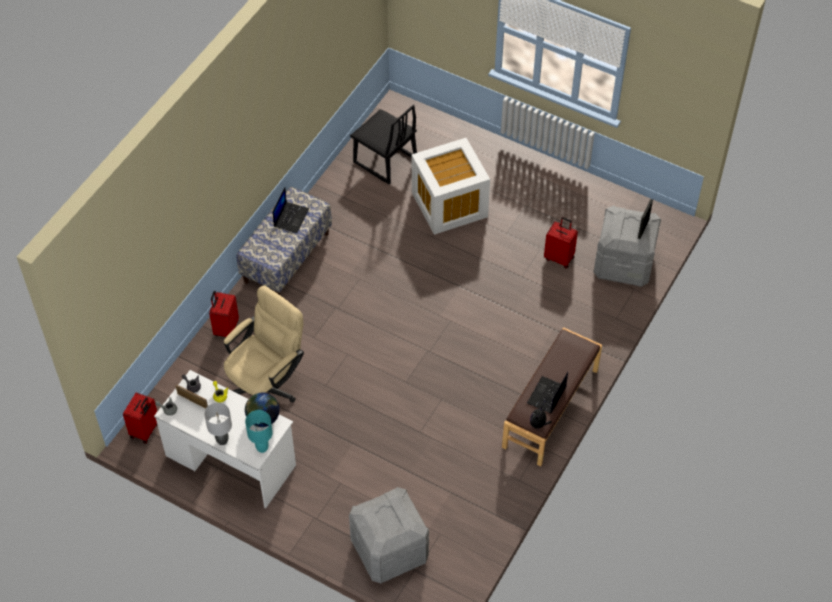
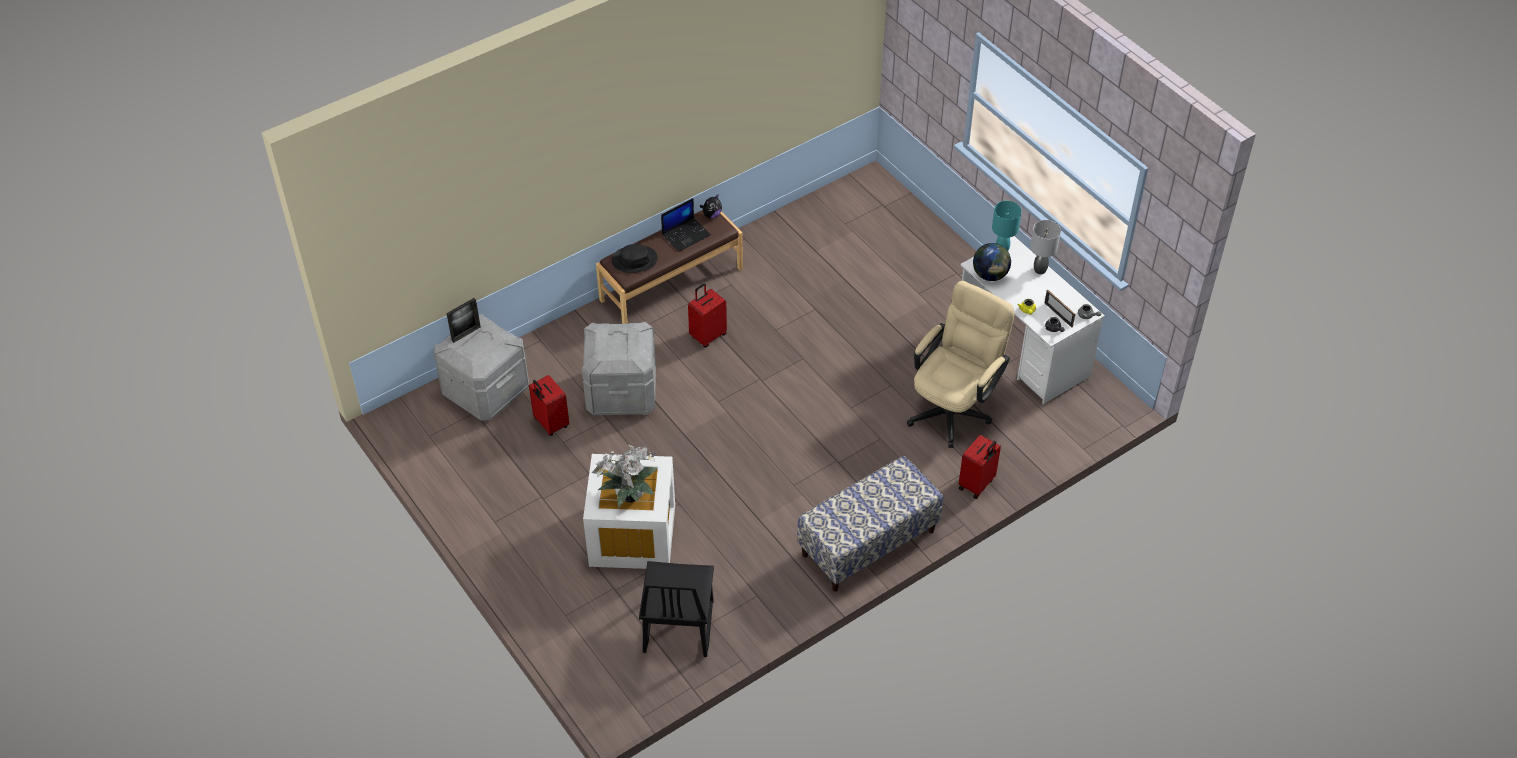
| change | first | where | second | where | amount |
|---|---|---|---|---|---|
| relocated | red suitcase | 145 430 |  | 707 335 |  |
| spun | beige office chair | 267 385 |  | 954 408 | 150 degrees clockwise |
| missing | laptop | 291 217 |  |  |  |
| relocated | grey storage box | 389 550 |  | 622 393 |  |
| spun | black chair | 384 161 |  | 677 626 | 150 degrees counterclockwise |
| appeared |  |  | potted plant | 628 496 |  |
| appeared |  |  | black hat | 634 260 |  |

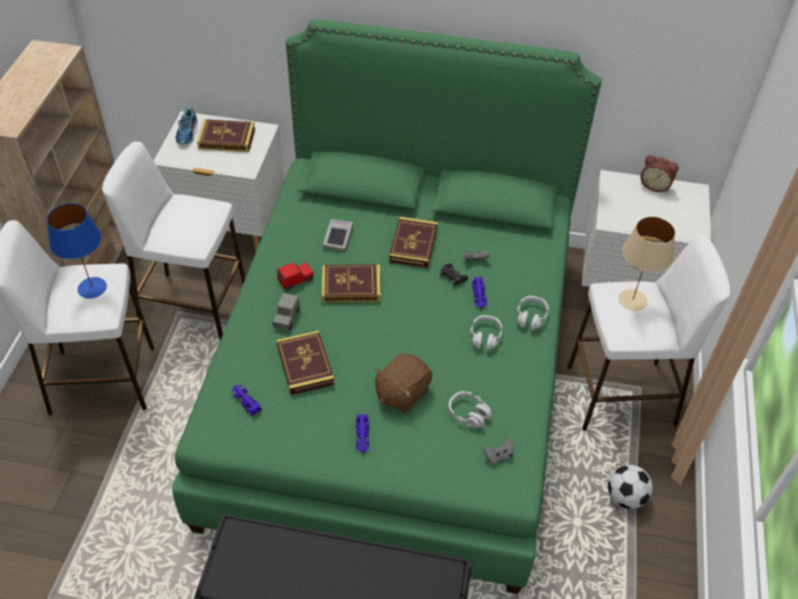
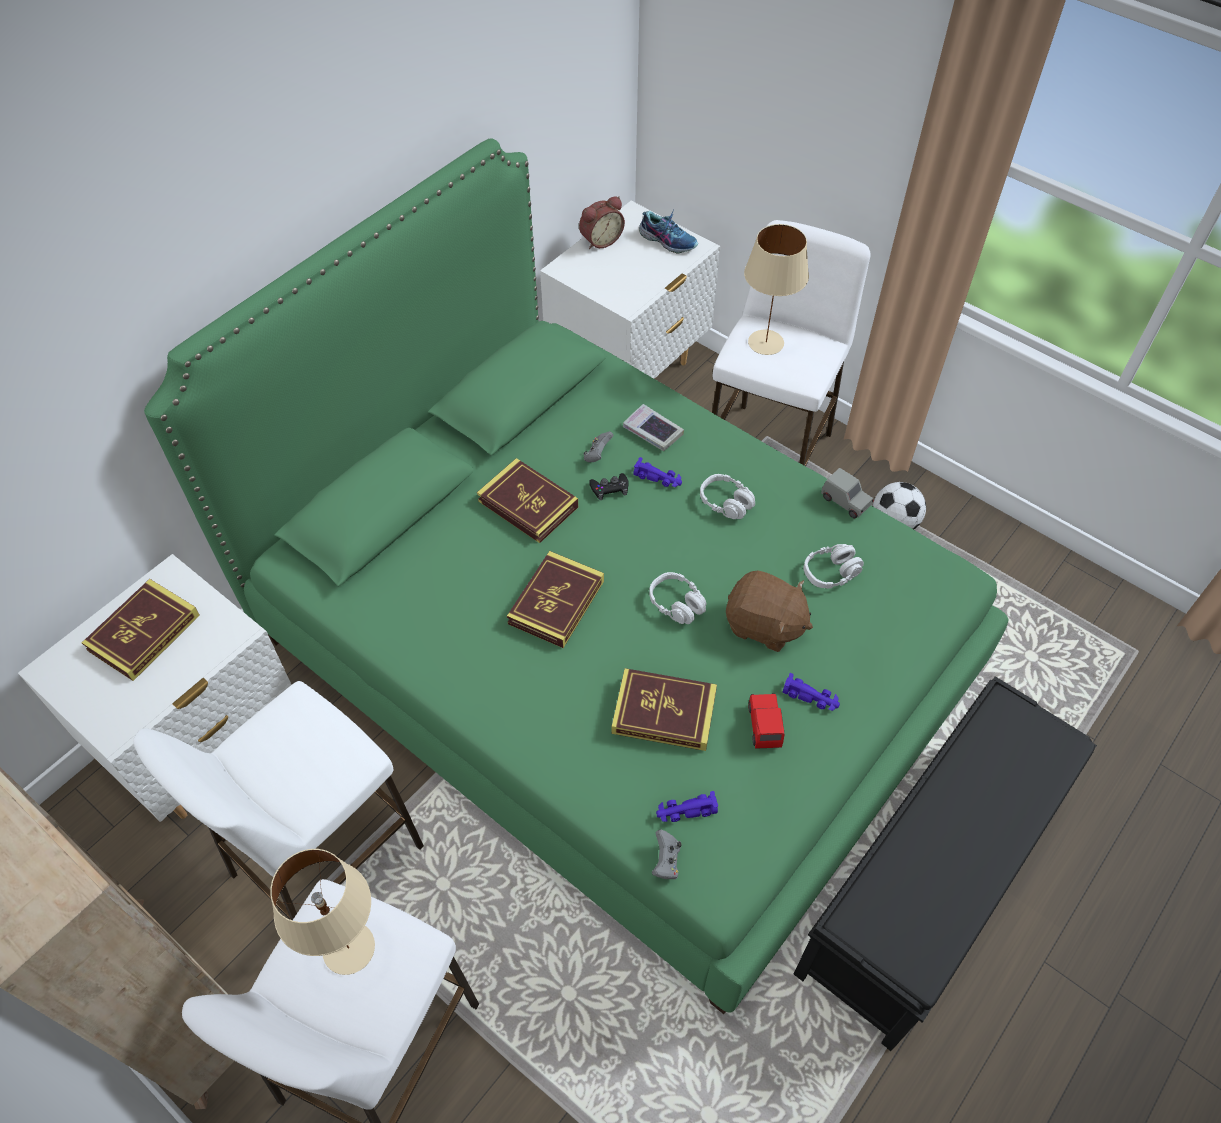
| change | first | where | second | where | amount |
|---|---|---|---|---|---|
| colour | blue table lamp | 92 288 | beige table lamp | 349 947 |  |
| relocated | shoe | 187 132 |  | 668 240 |  |
| relocated | grey toy car | 286 318 |  | 846 502 |  |
| relocated | red toy car | 296 280 |  | 764 725 |  |
| relocated | book | 337 237 |  | 652 431 |  |
| spun | brown plush toy | 402 393 |  | 764 625 | 45 degrees counterclockwise |
| relocated | grey game controller | 498 456 |  | 666 861 |  |
| relocated | grey headphones | 531 317 |  | 676 604 |  |

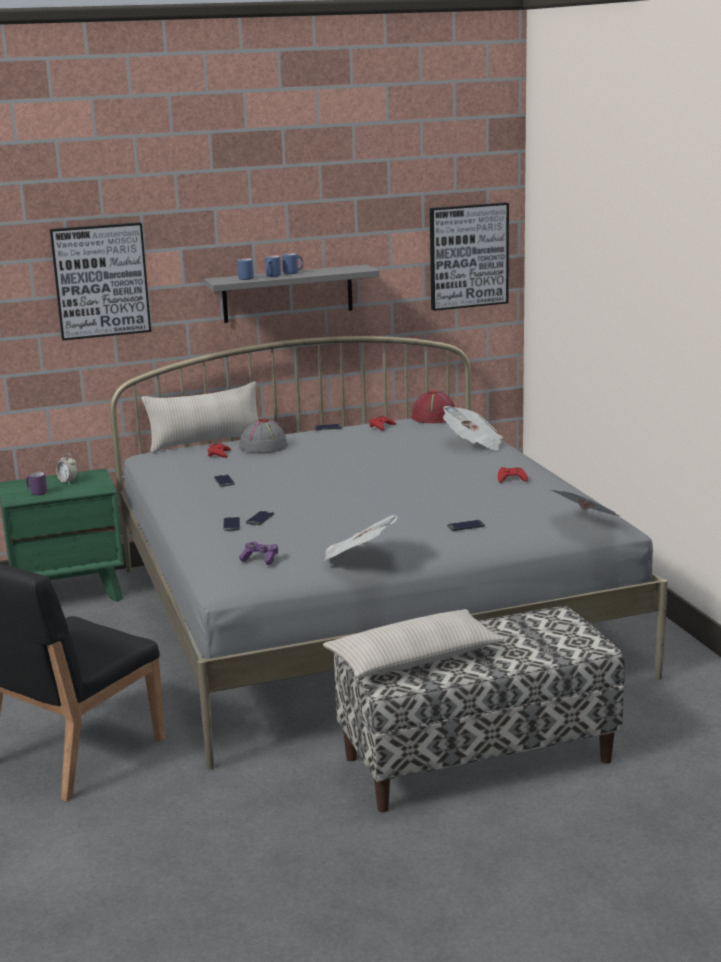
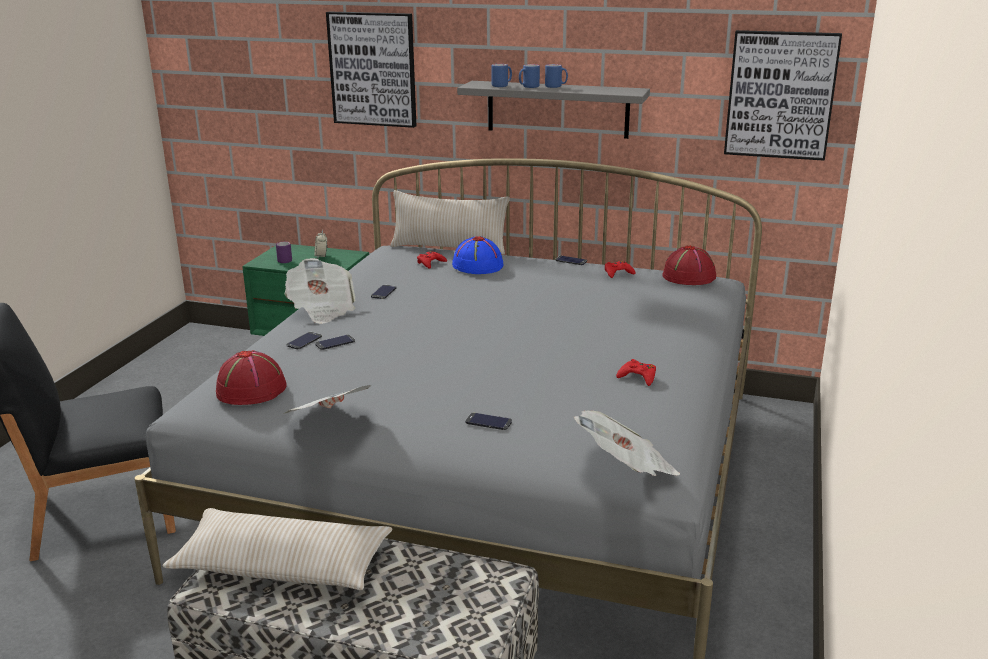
| change | first | where | second | where | amount |
|---|---|---|---|---|---|
| colour | grey hat | 263 446 | blue hat | 477 265 |  |
| exchanged | purple game controller | 260 559 | red hat | 251 389 |  |
| relocated | newspaper | 473 444 |  | 322 309 |  |

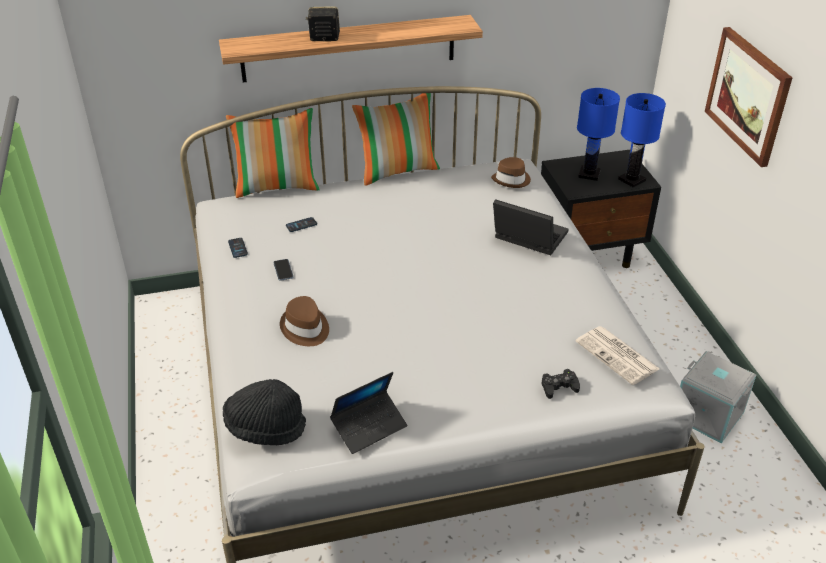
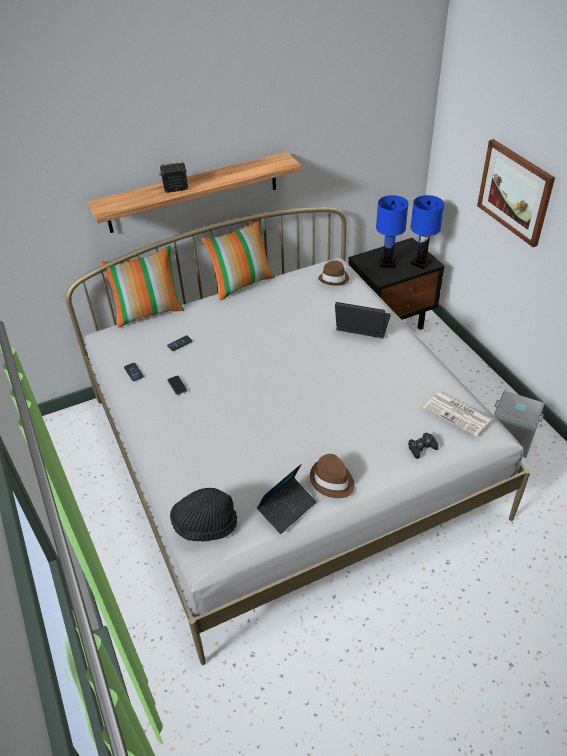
| change | first | where | second | where | amount |
|---|---|---|---|---|---|
| relocated | brown hat | 305 328 |  | 332 480 |  |

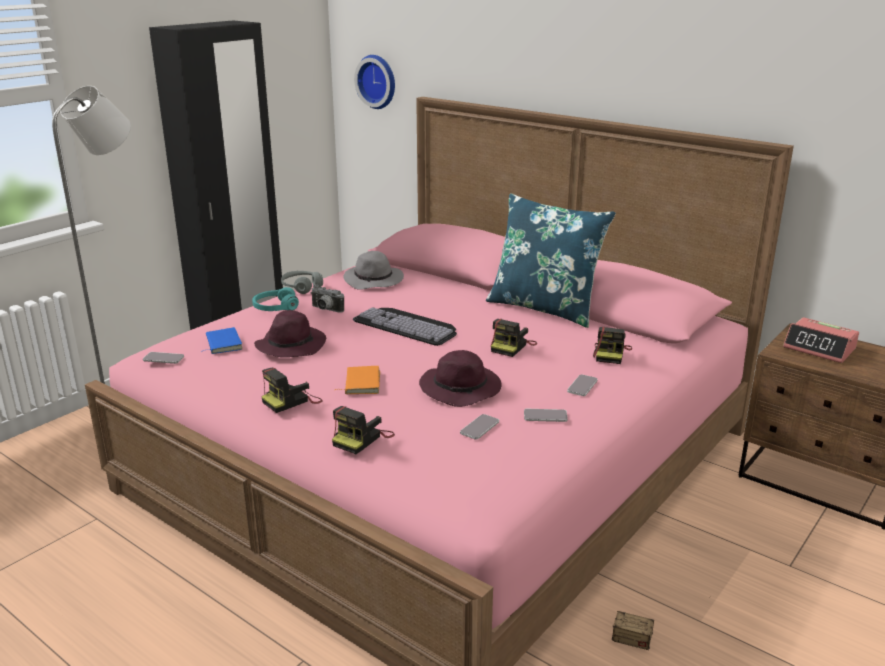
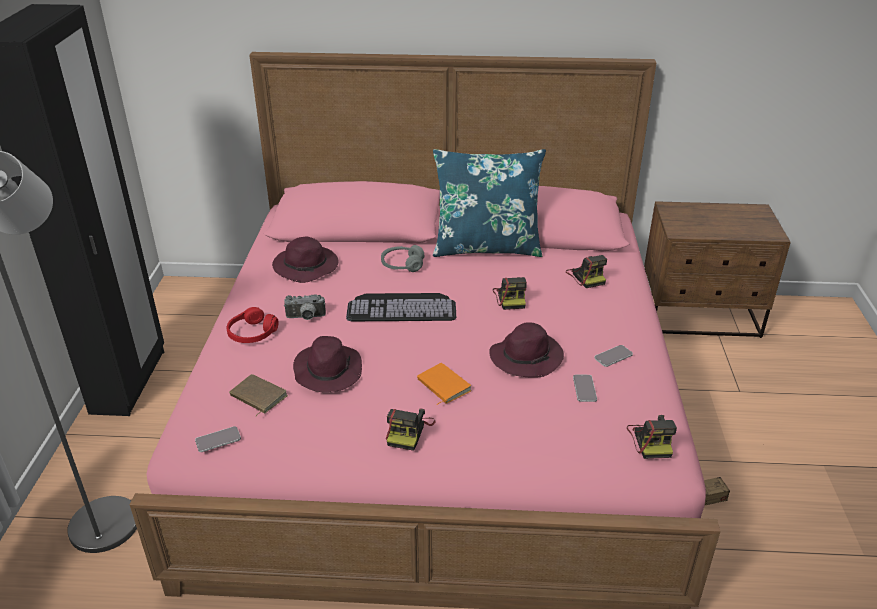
| change | first | where | second | where | amount |
|---|---|---|---|---|---|
| colour | blue book | 222 343 | brown book | 257 397 |  |
| colour | turquoise headphones | 275 307 | red headphones | 252 333 |  |
| relocated | grey headphones | 302 287 |  | 402 265 |  |
| relocated | photo camera | 362 439 |  | 651 440 |  |
| colour | grey hat | 374 281 | purple hat | 307 267 |  |
| missing | wall clock | 378 81 |  |  |  |
| missing | phone | 582 386 |  |  |  |
| missing | alarm clock | 819 348 |  |  |  |

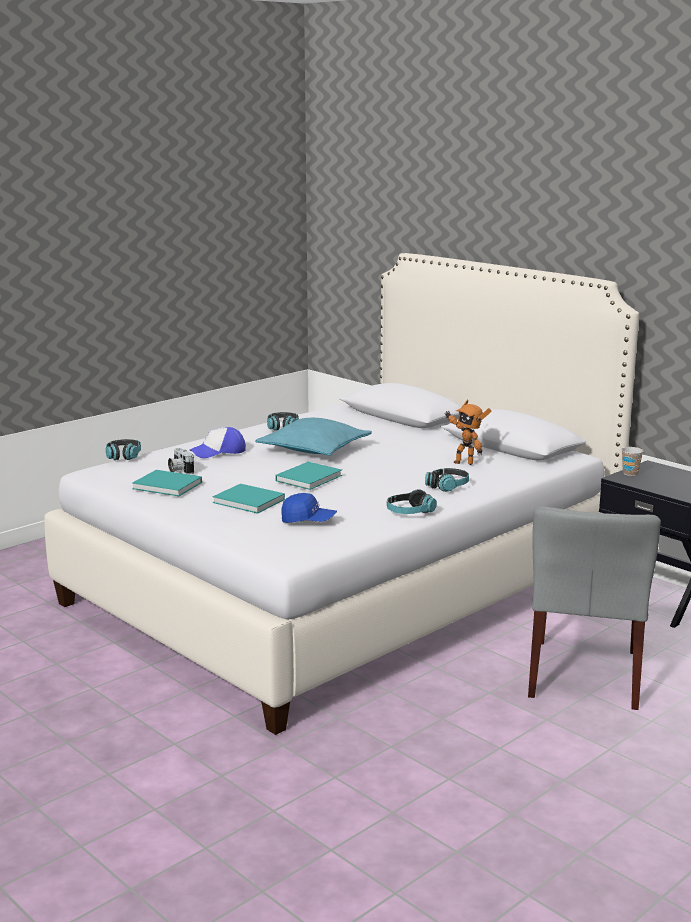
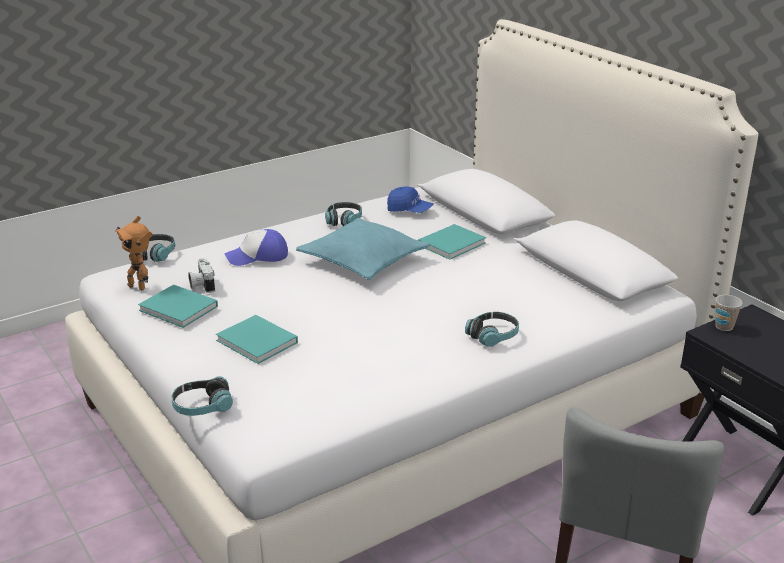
| change | first | where | second | where | amount |
|---|---|---|---|---|---|
| relocated | turquoise book | 310 477 |  | 453 243 |  |
| relocated | blue cap | 308 521 |  | 409 210 |  |
| relocated | headphones | 409 512 |  | 202 406 |  |
| relocated | toy robot | 464 462 |  | 138 286 |  |

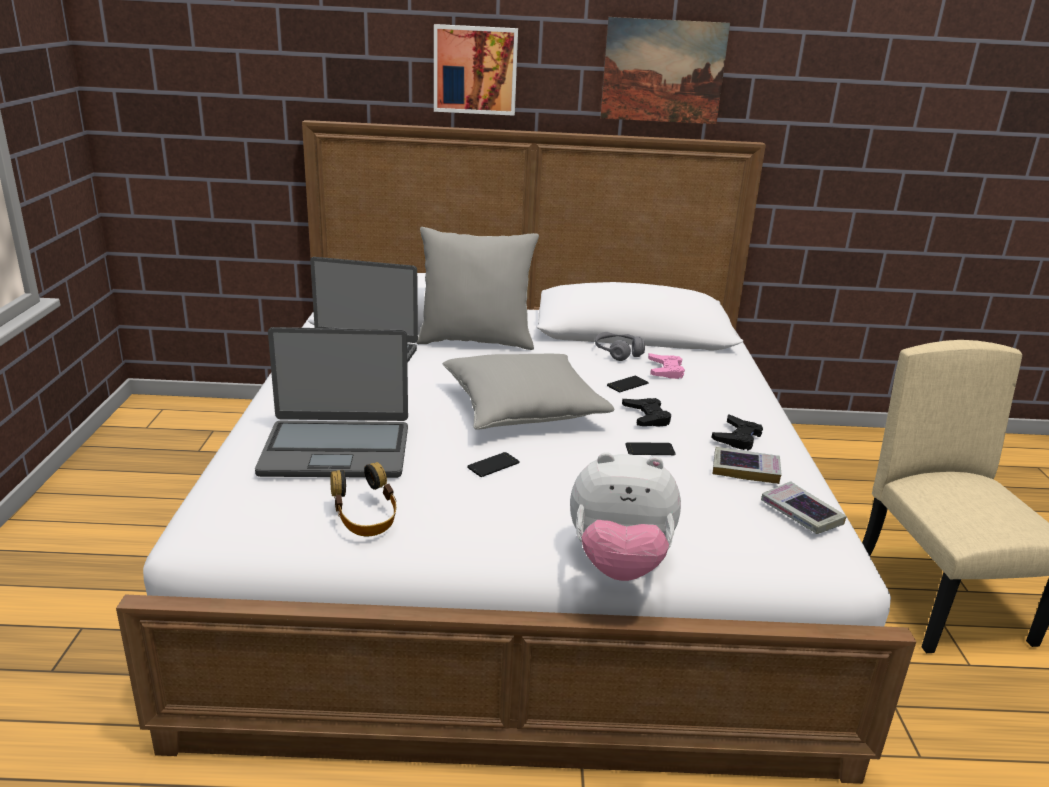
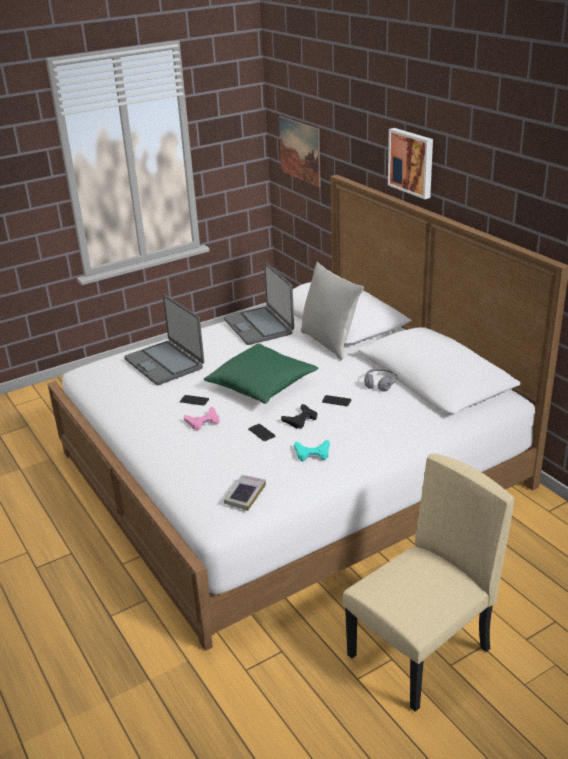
| change | first | where | second | where | amount |
|---|---|---|---|---|---|
| missing | headphones | 365 520 |  |  |  |
| colour | grey pillow | 523 409 | green pillow | 262 385 |  |
| missing | plush toy | 619 564 |  |  |  |
| relocated | picture | 663 71 |  | 300 151 |  |
| relocated | pink game controller | 665 370 |  | 203 421 |  |
| colour | black game controller | 737 438 | turquoise game controller | 312 453 |  |
| missing | book | 745 469 |  |  |  |

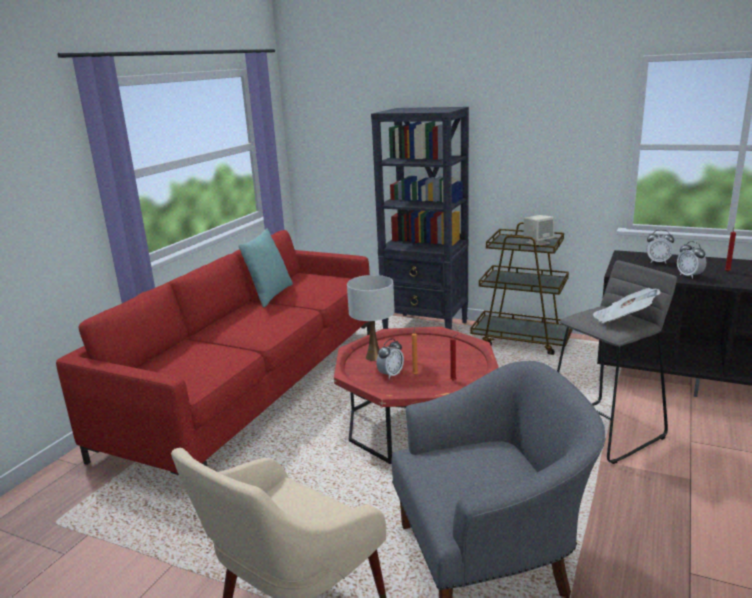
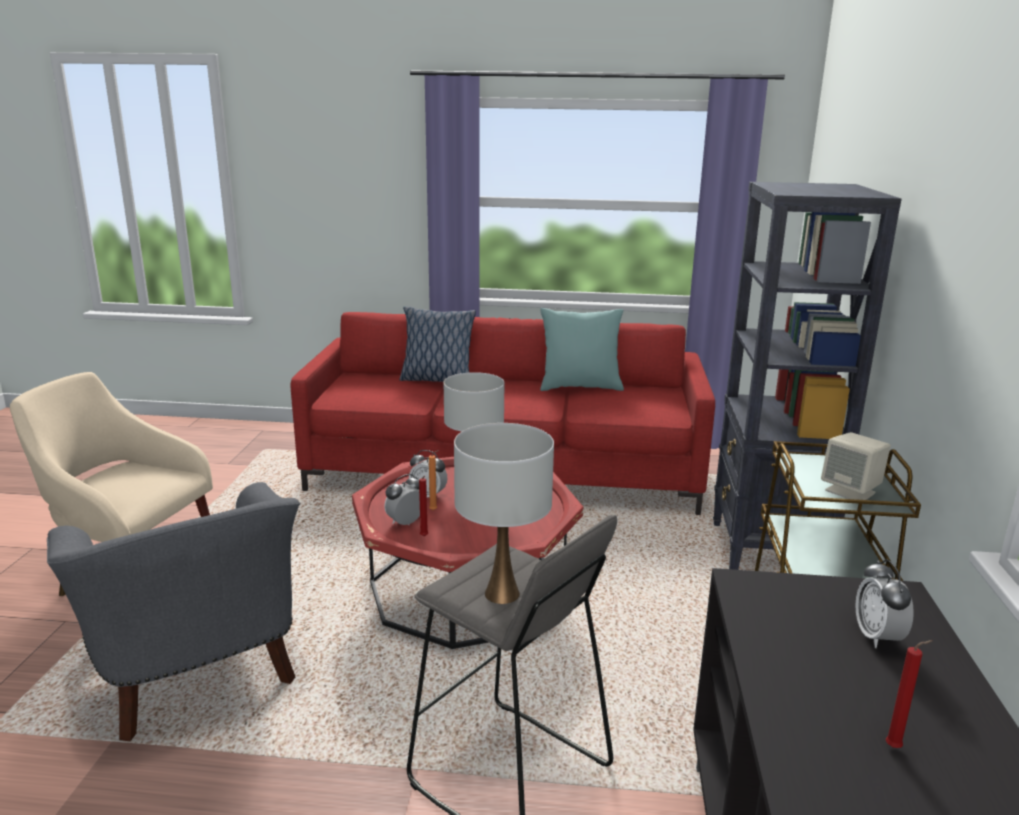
| change | first | where | second | where | amount |
|---|---|---|---|---|---|
| exchanged | newspaper | 623 320 | white table lamp | 501 593 |  |
| relocated | alarm clock | 689 276 |  | 405 523 |  |
| appeared |  |  | pillow | 436 380 |  |

